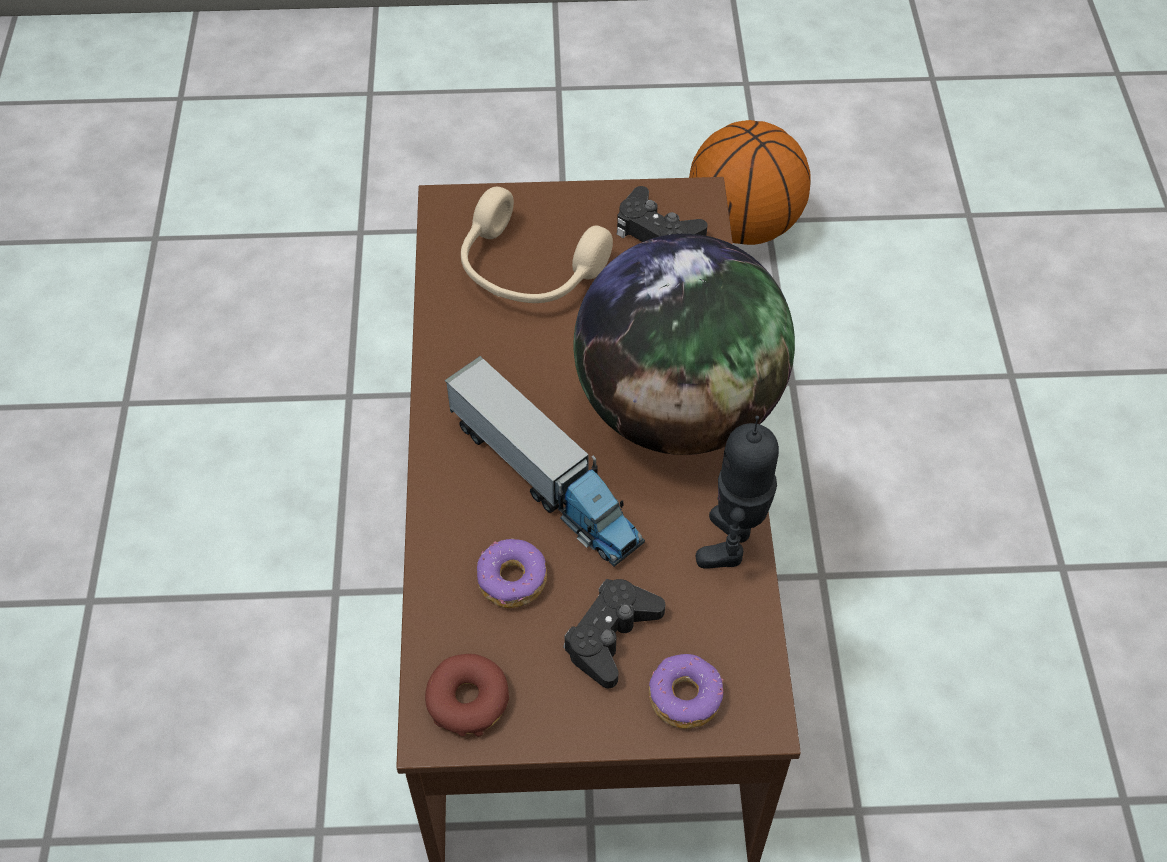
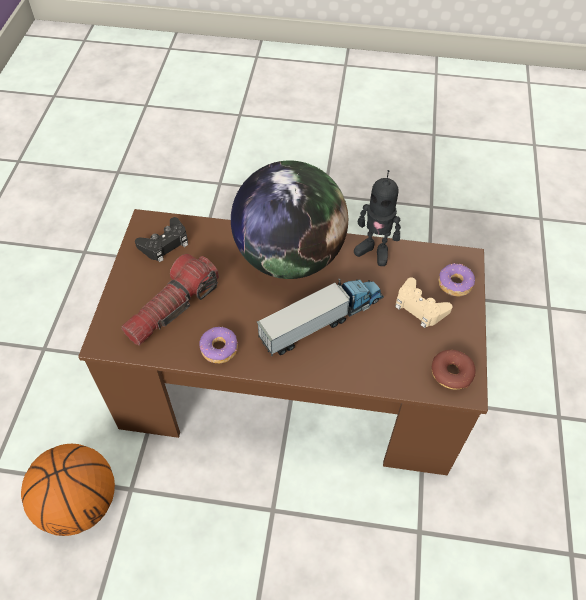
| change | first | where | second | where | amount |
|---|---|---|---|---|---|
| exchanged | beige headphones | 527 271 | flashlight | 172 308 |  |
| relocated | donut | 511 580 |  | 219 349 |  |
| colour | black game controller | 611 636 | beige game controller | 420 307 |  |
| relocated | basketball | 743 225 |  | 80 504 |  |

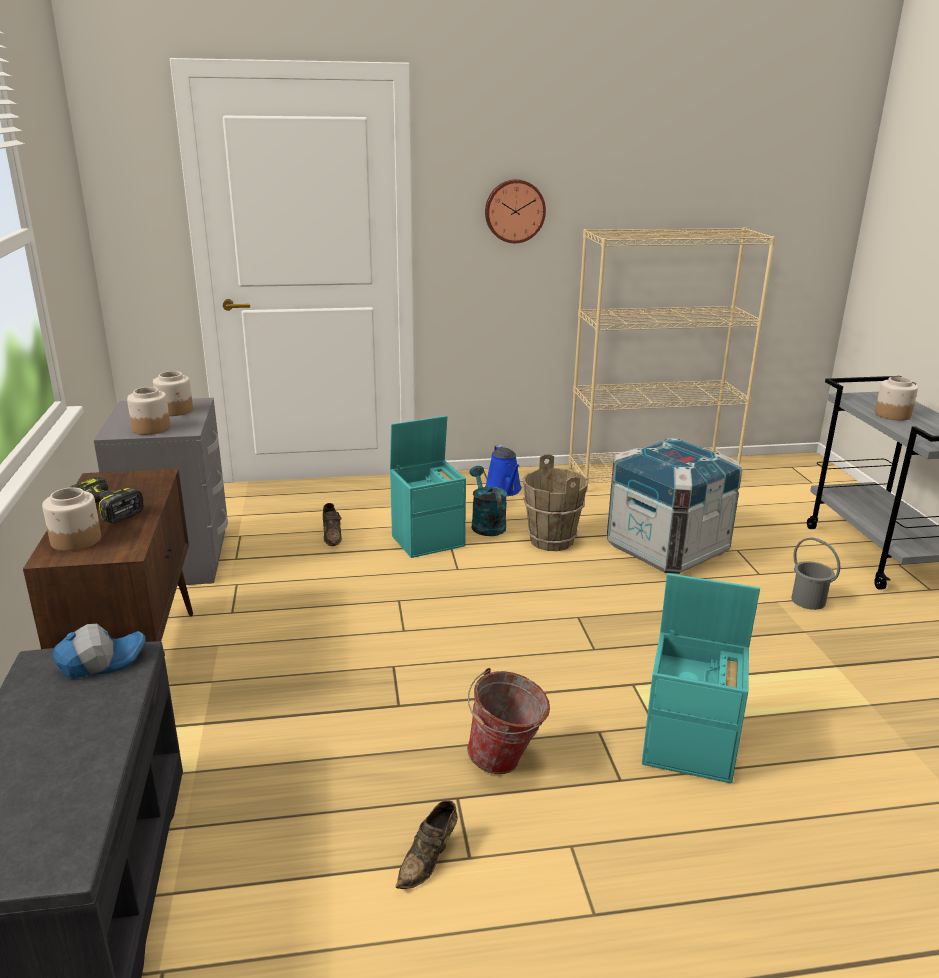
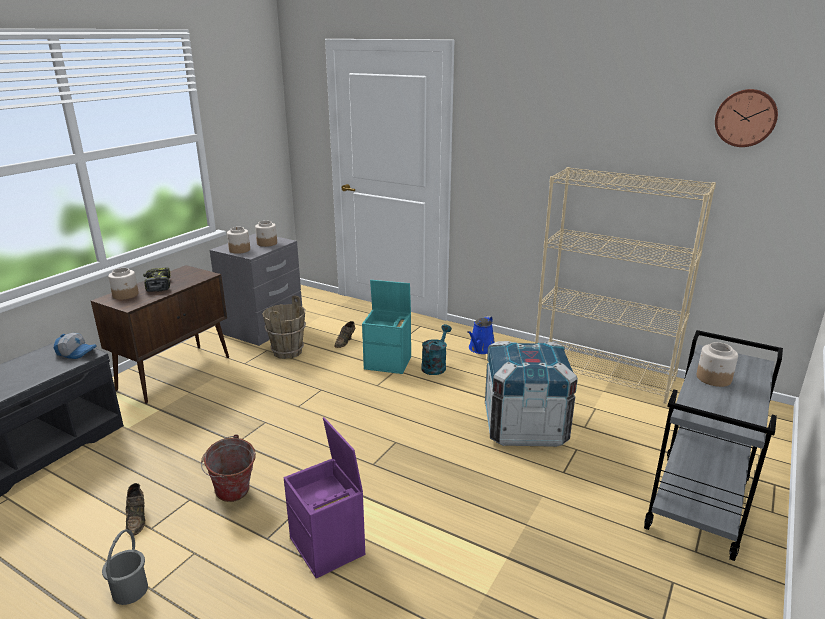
| change | first | where | second | where | amount |
|---|---|---|---|---|---|
| spun | brown shoe | 429 859 |  | 137 518 | 90 degrees counterclockwise |
| relocated | wall clock | 514 211 |  | 745 118 |  |
| relocated | brown bucket | 551 541 |  | 287 352 |  |
| colour | turquoise storage box | 691 748 | purple storage box | 328 546 |  |
| relocated | grey bucket | 808 601 |  | 129 591 |  |

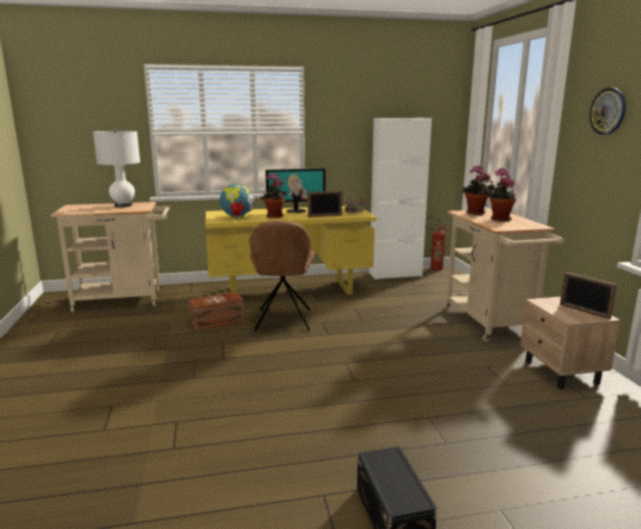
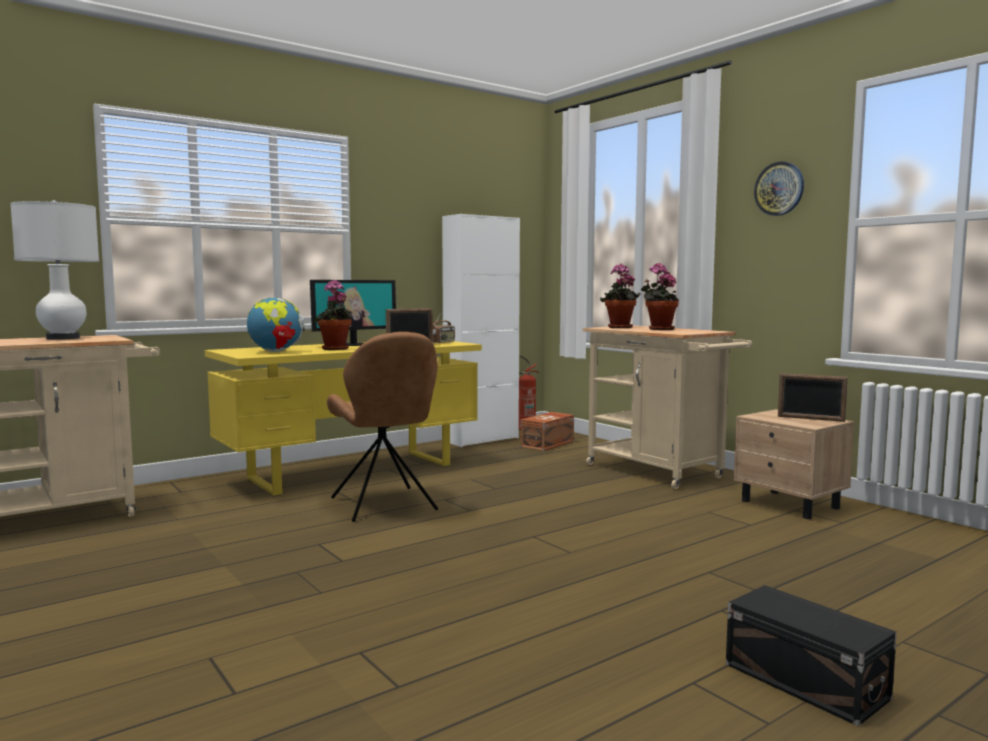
| change | first | where | second | where | amount |
|---|---|---|---|---|---|
| relocated | brown storage box | 218 321 |  | 548 444 |  |

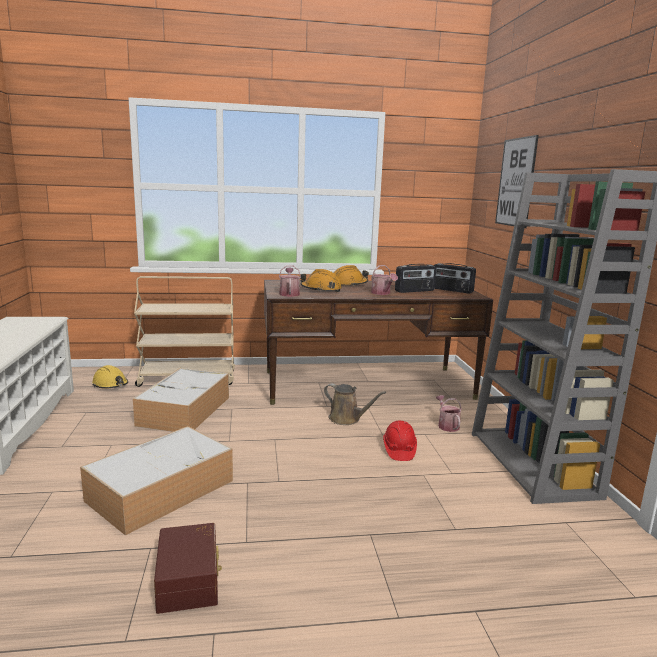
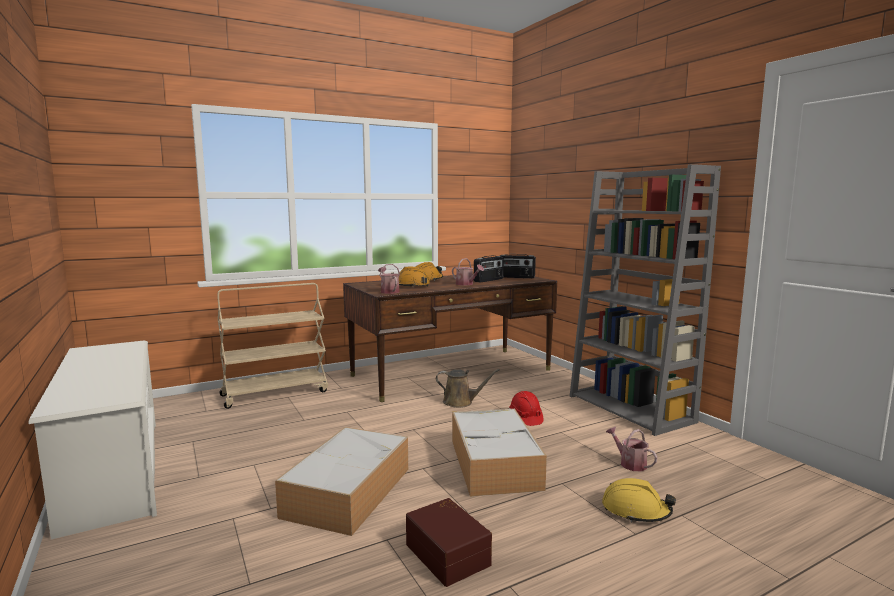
| change | first | where | second | where | amount |
|---|---|---|---|---|---|
| relocated | yellow hard hat | 110 385 |  | 635 511 |  |
| relocated | storage box | 184 411 |  | 495 464 |  |
| relocated | watering can | 447 425 |  | 630 463 |  |
| missing | picture | 516 182 |  |  |  |

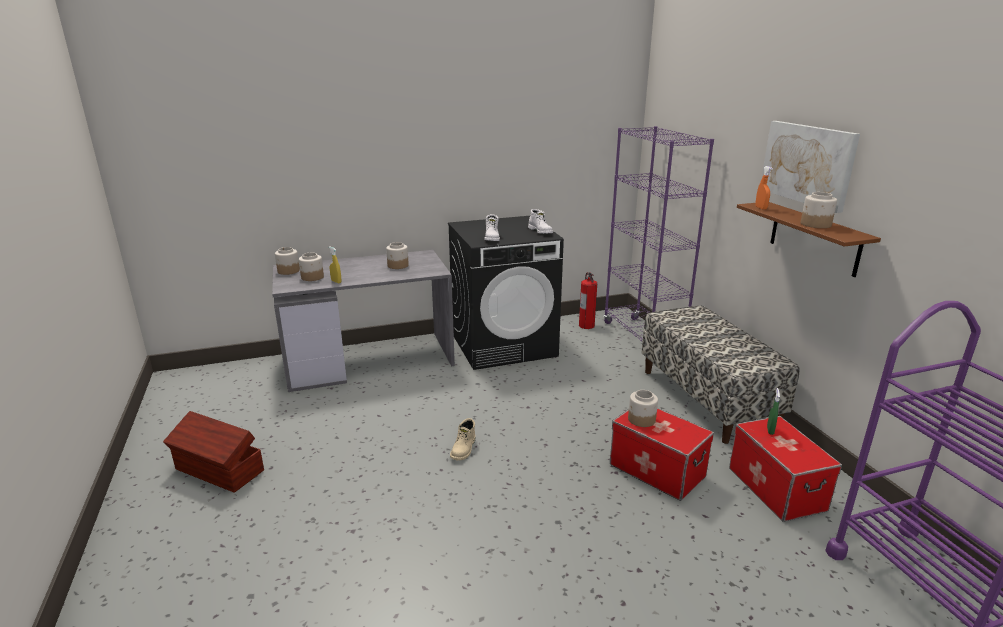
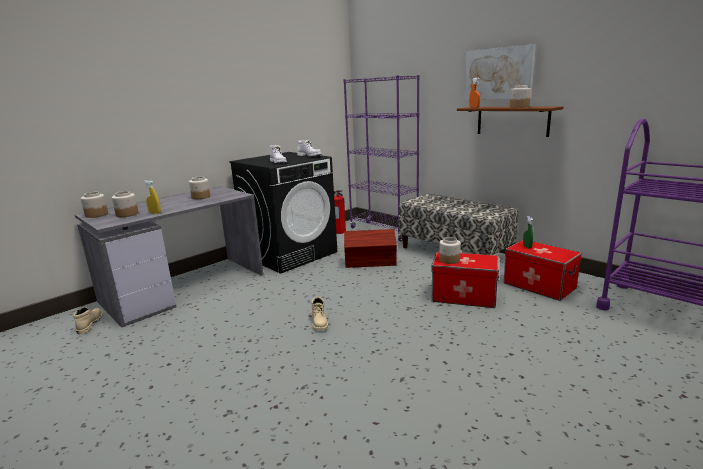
| change | first | where | second | where | amount |
|---|---|---|---|---|---|
| relocated | brown storage box | 219 471 |  | 371 262 |  |
| appeared |  |  | beige boot | 90 324 |  |

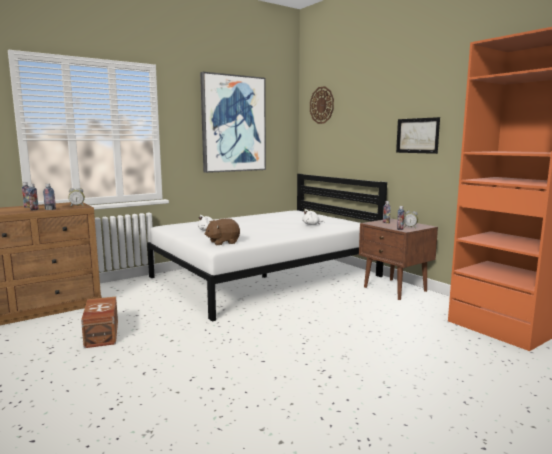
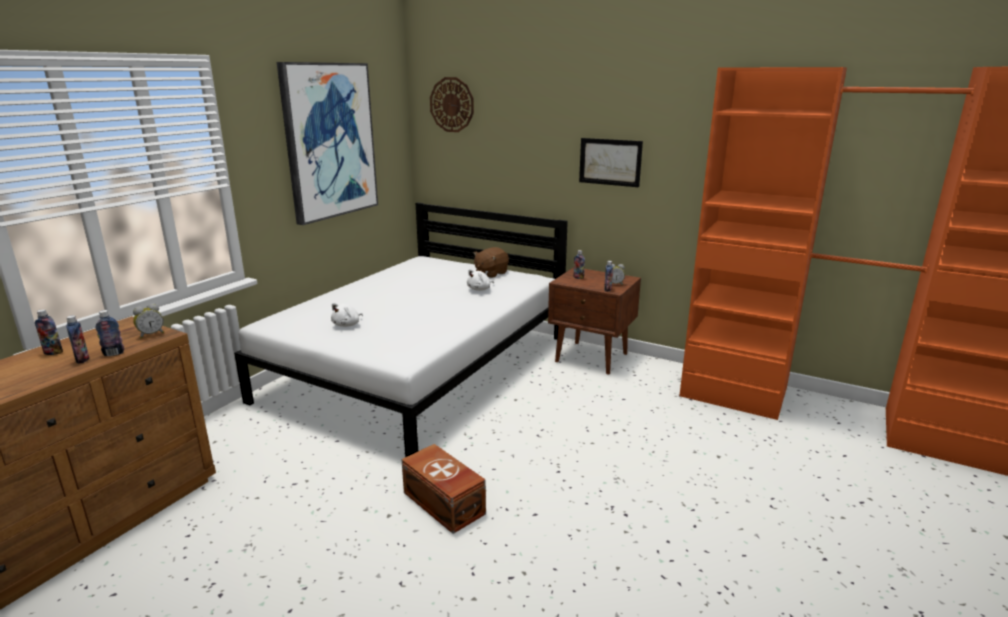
| change | first | where | second | where | amount |
|---|---|---|---|---|---|
| relocated | brown storage box | 101 334 |  | 443 504 |  |
| relocated | brown plush toy | 223 242 |  | 490 273 |  |

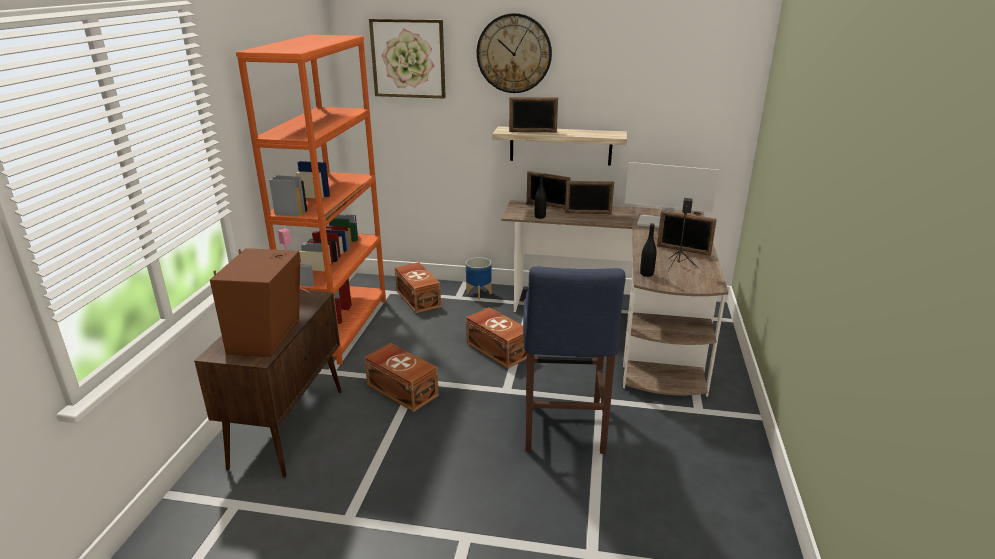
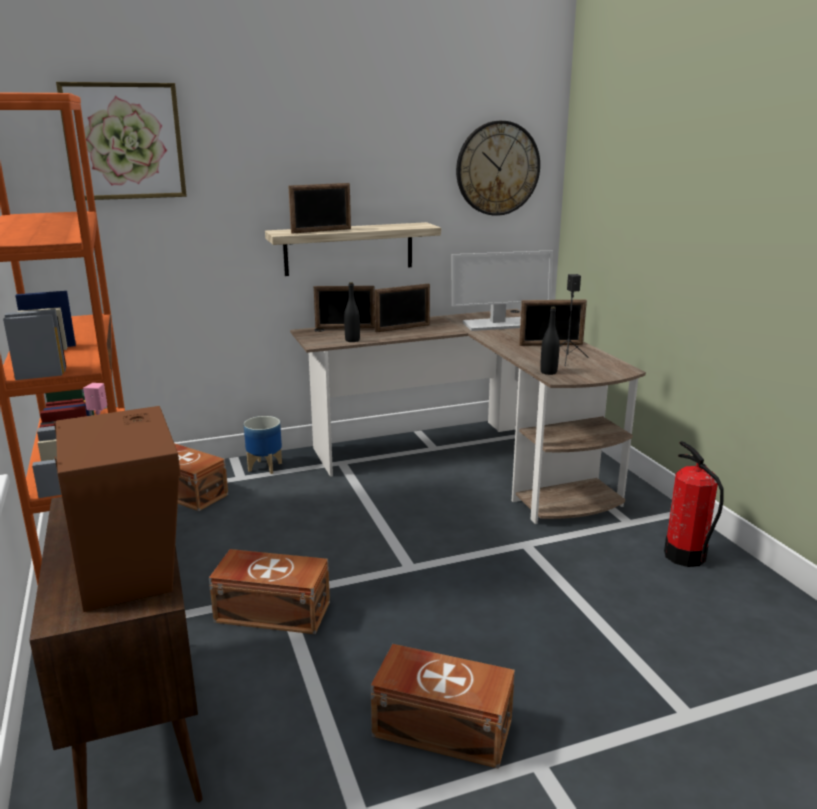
| change | first | where | second | where | amount |
|---|---|---|---|---|---|
| relocated | brown storage box | 498 349 |  | 441 726 |  |
| relocated | wall clock | 514 53 |  | 497 168 |  |
| missing | blue stool | 563 429 |  |  |  |
| appeared |  |  | fire extinguisher | 685 556 |  |

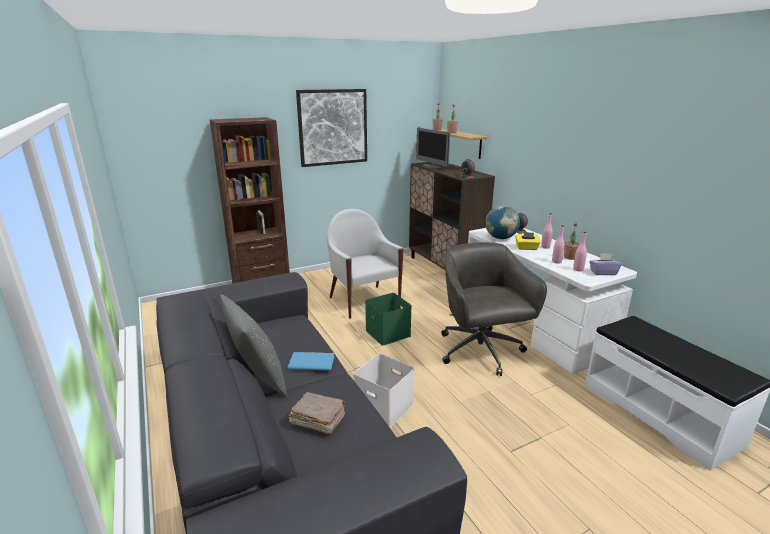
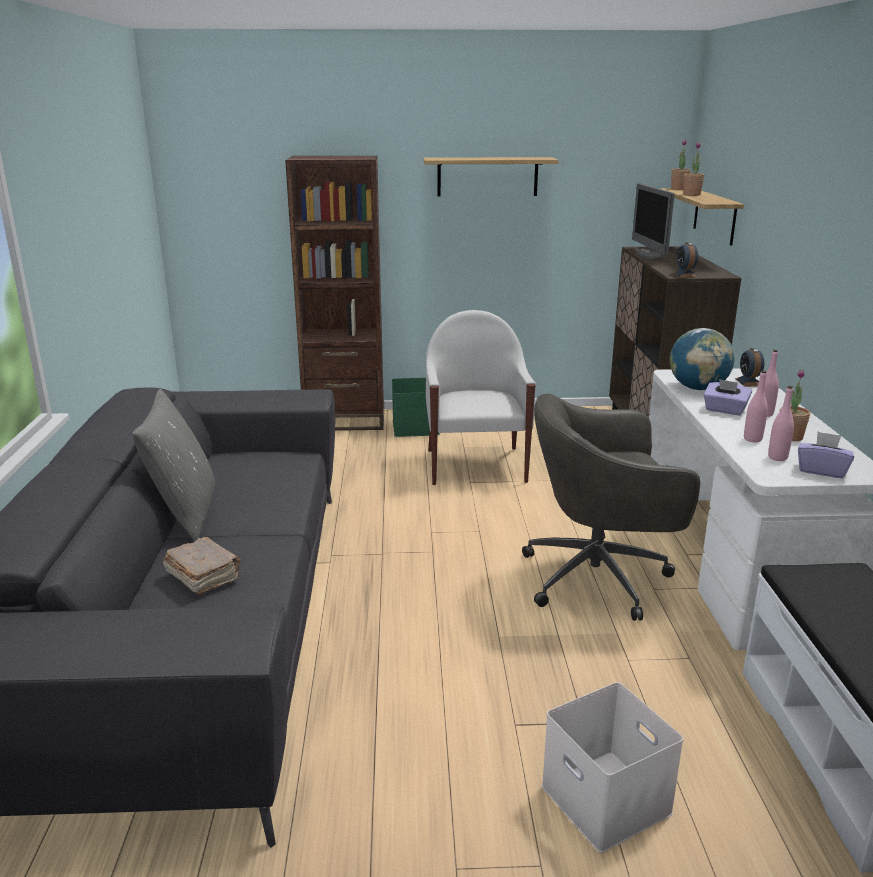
| change | first | where | second | where | amount |
|---|---|---|---|---|---|
| missing | blue book | 310 361 |  |  |  |
| exchanged | picture | 333 127 | shelf | 487 176 |  |
| relocated | white storage box | 382 407 |  | 602 798 |  |
| relocated | green storage box | 386 333 |  | 414 427 |  |
| spun | grey office chair | 481 352 |  | 600 577 | 105 degrees counterclockwise |
| colour | yellow tissue box | 526 248 | purple tissue box | 725 410 |  |

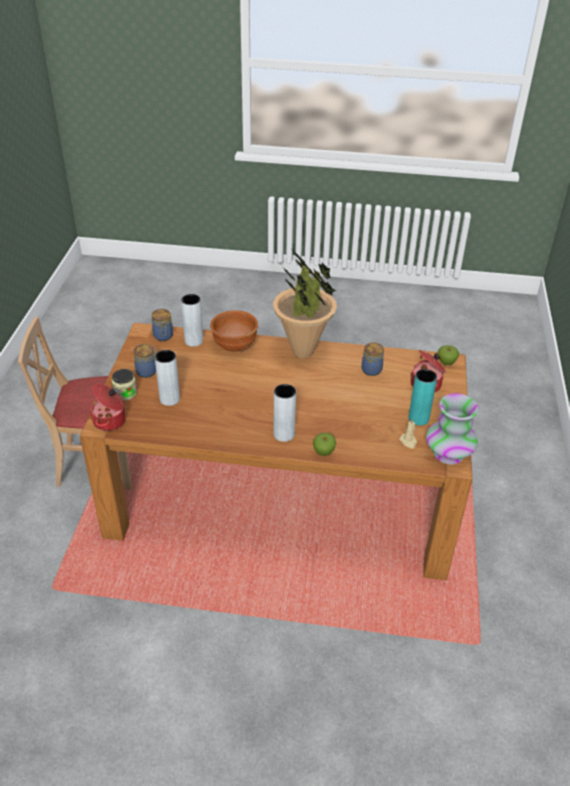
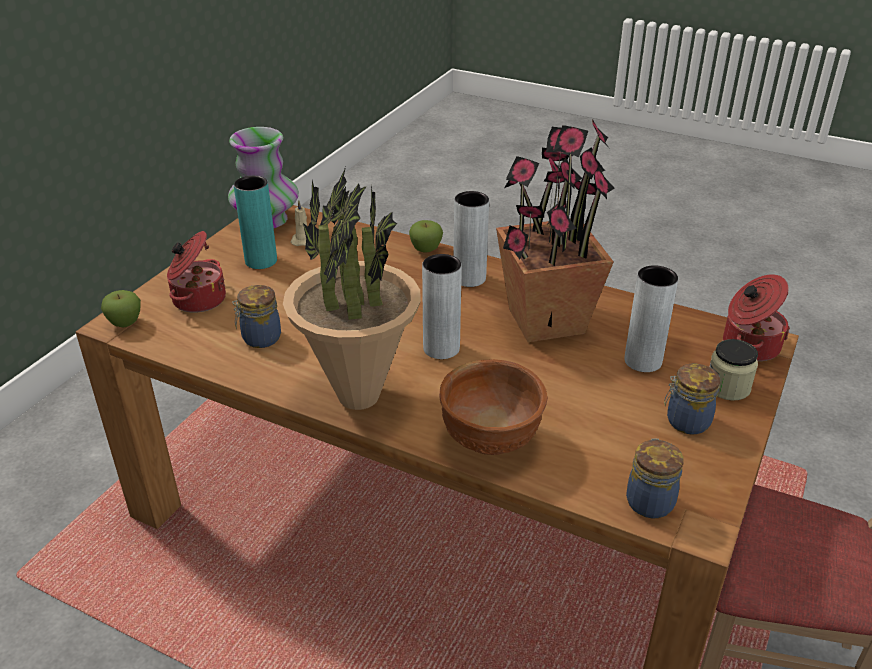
| change | first | where | second | where | amount |
|---|---|---|---|---|---|
| relocated | grey vase | 194 341 |  | 441 348 |  |
| appeared |  |  | potted plant | 545 320 |  |

